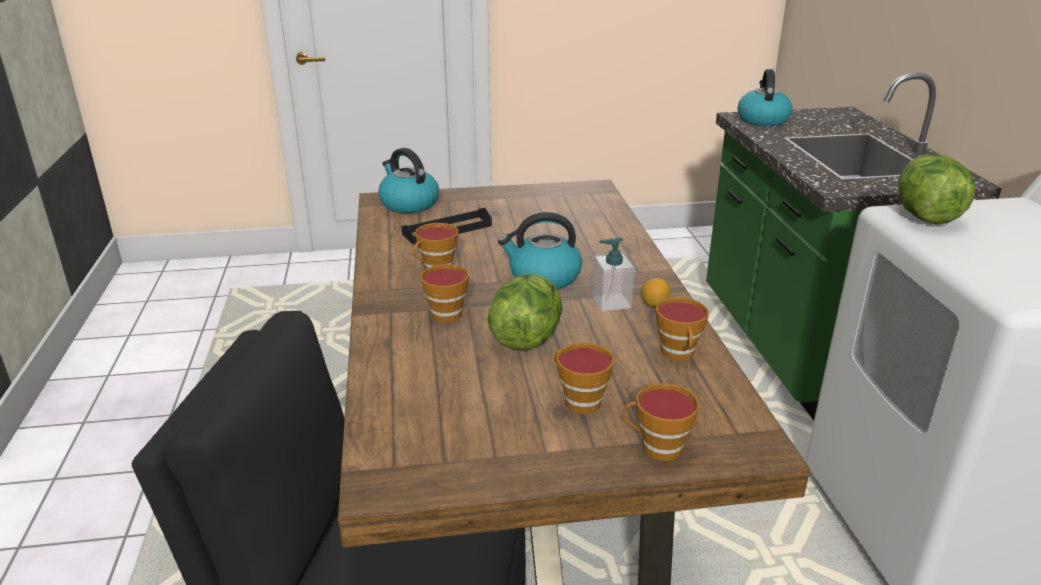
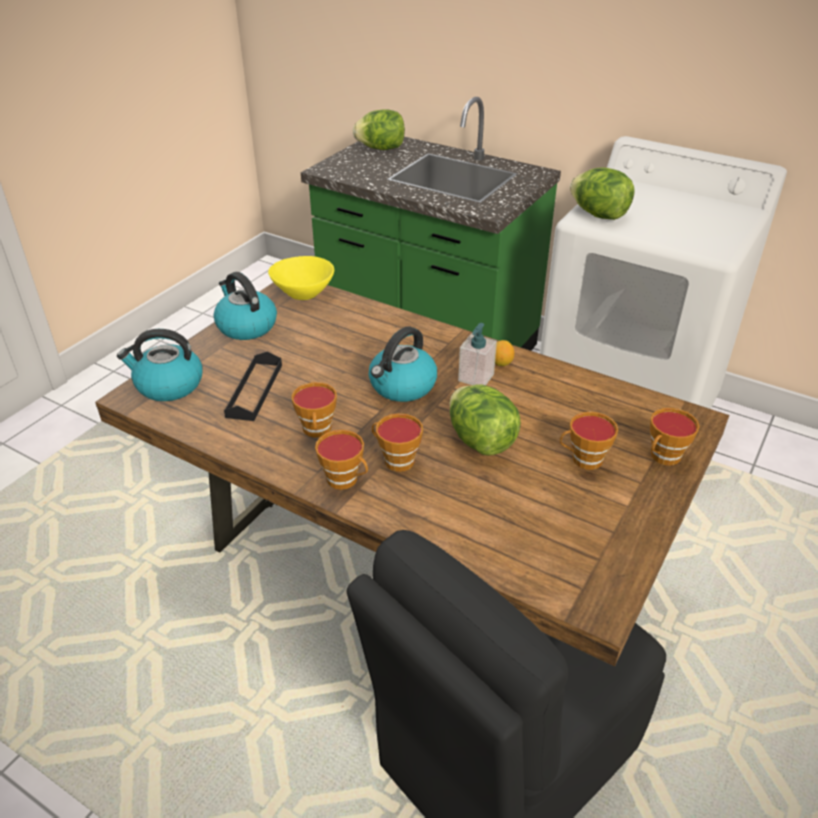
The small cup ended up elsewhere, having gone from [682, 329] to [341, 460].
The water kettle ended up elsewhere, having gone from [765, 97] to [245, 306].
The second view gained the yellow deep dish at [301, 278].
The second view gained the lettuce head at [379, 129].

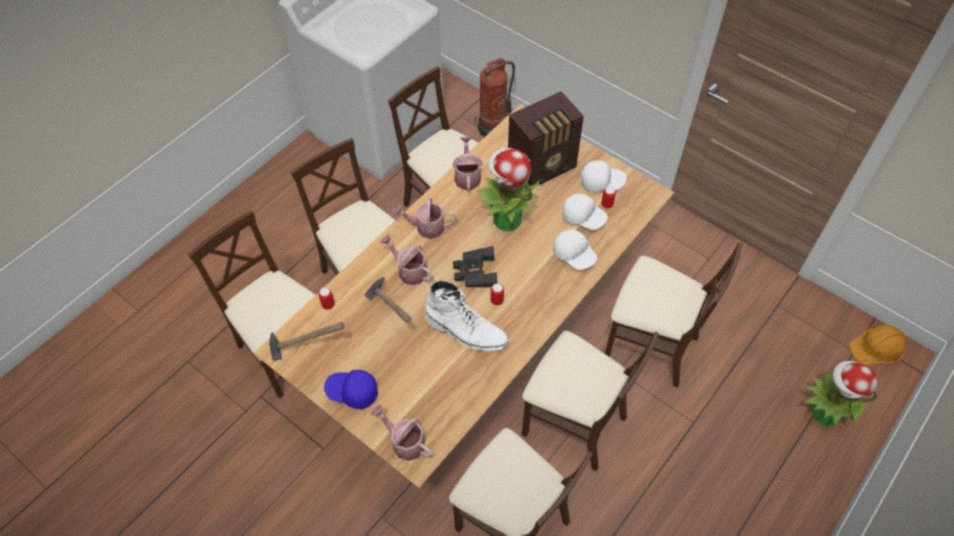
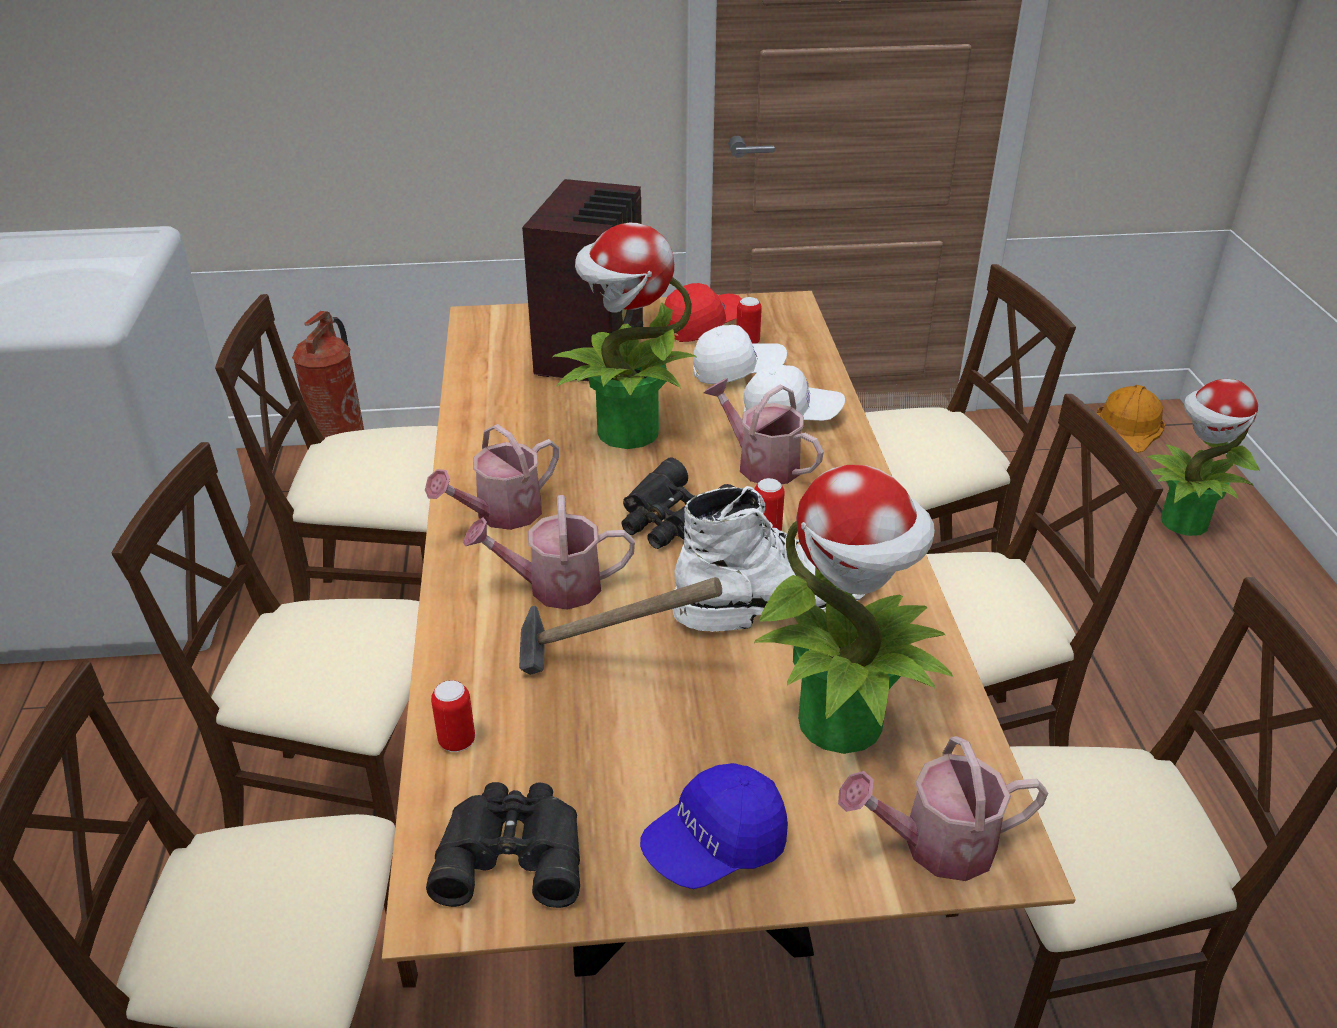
Where the hammer stood at [307, 341], the black-coloured field glasses came to stand at [503, 845].
The watering can ended up elsewhere, having gone from [467, 164] to [764, 431].
What was the whitish cap at [603, 176] turned into the reddish cap at [703, 312].
The second view gained the plant in a pot at [853, 609].

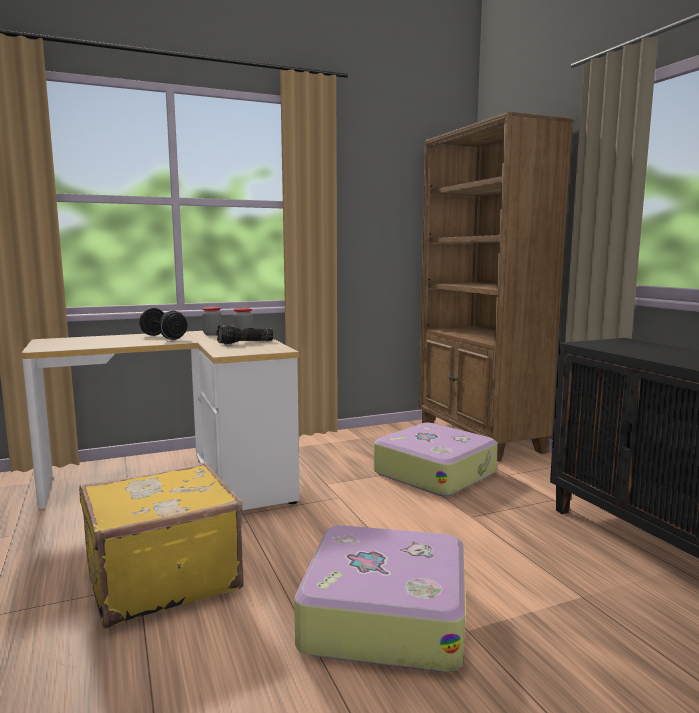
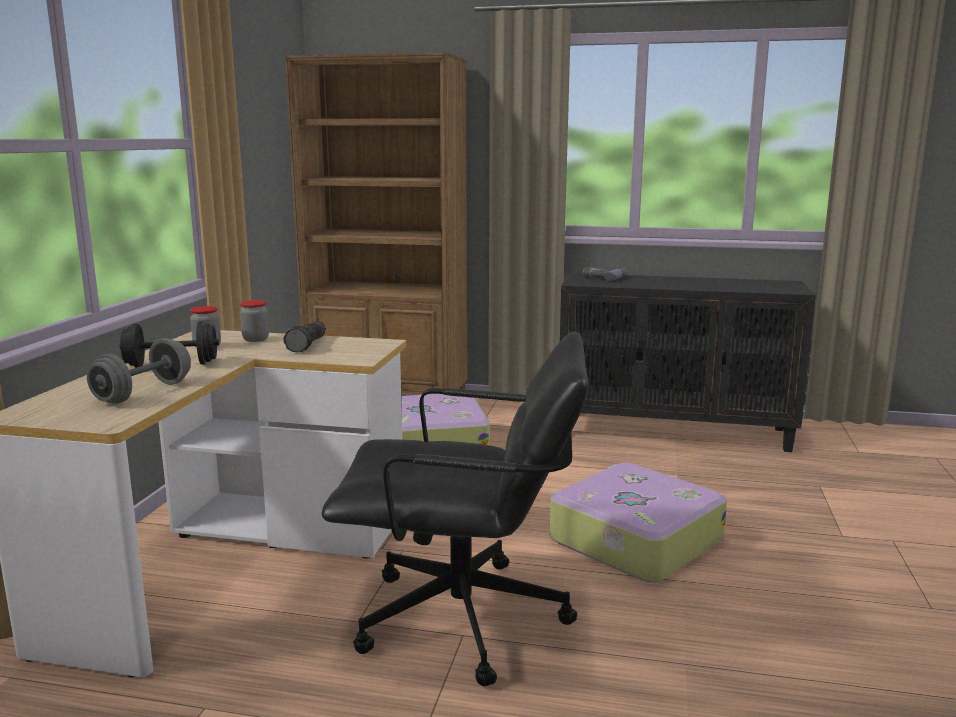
Where the yellow suitcase stood at [161, 545], the black-coloured desk chair came to stand at [455, 508].
The second view gained the gray dumbbell at [139, 371].
The second view gained the power drill at [605, 274].

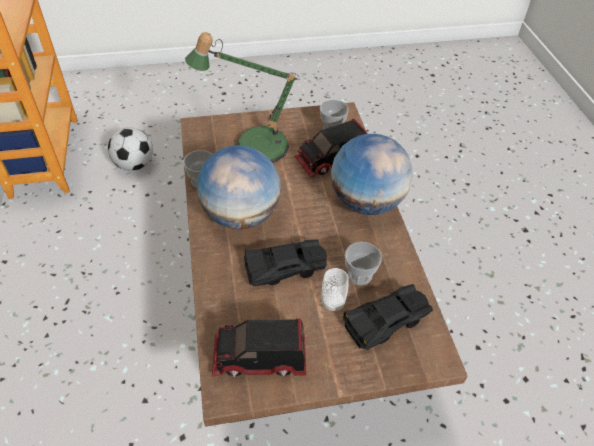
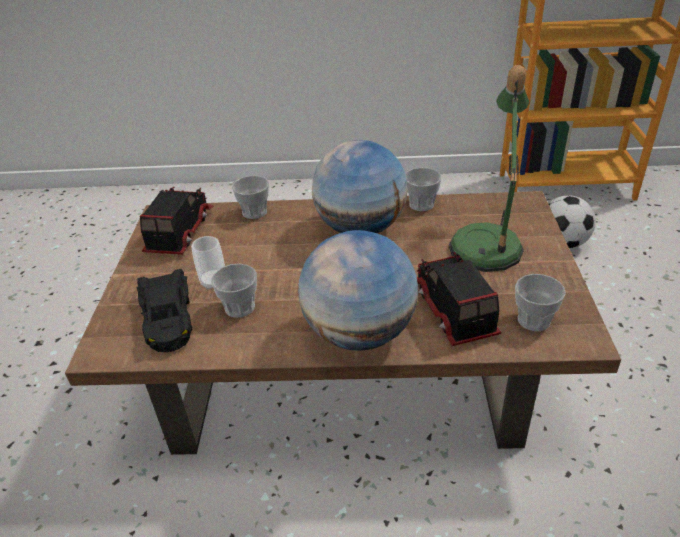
The second view lost the black-coloured model car at [285, 263].
The second view gained the small cup at [250, 197].

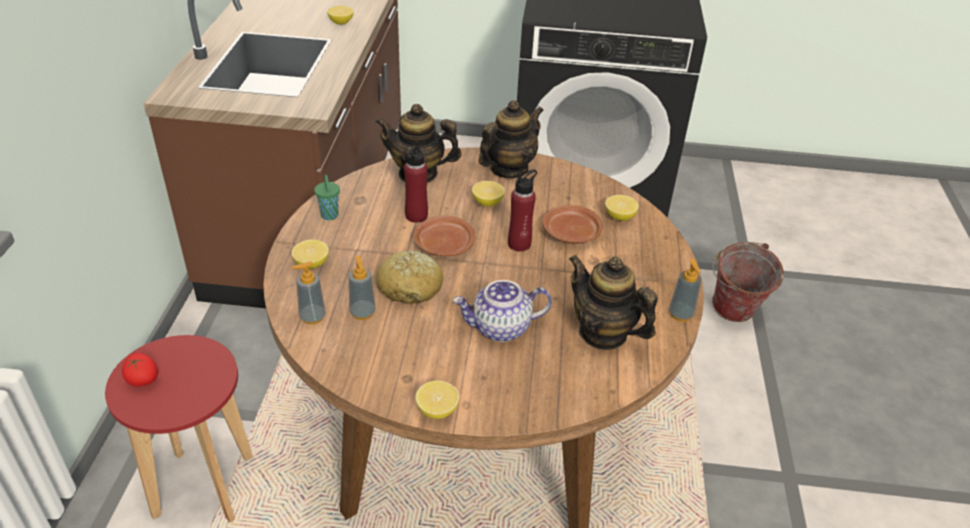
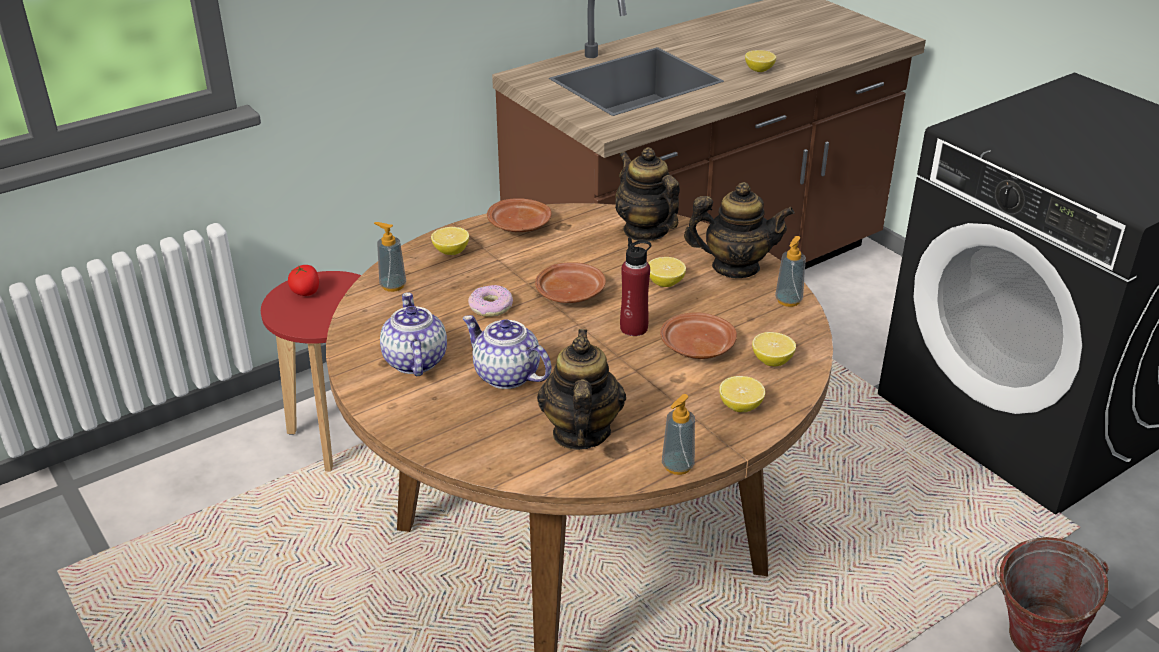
Where the greenish small cup stood at [327, 197], the brown-coloured dinner plate came to stand at [519, 215].
The soap dispenser ended up elsewhere, having gone from [362, 288] to [790, 271].
Where the bread stood at [410, 277], the doughnut came to stand at [490, 301].
The second view lost the reddish beverage bottle at [416, 182].
The lemon ended up elsewhere, having gone from [438, 399] to [742, 394].
The second view gained the teapot at [413, 334].

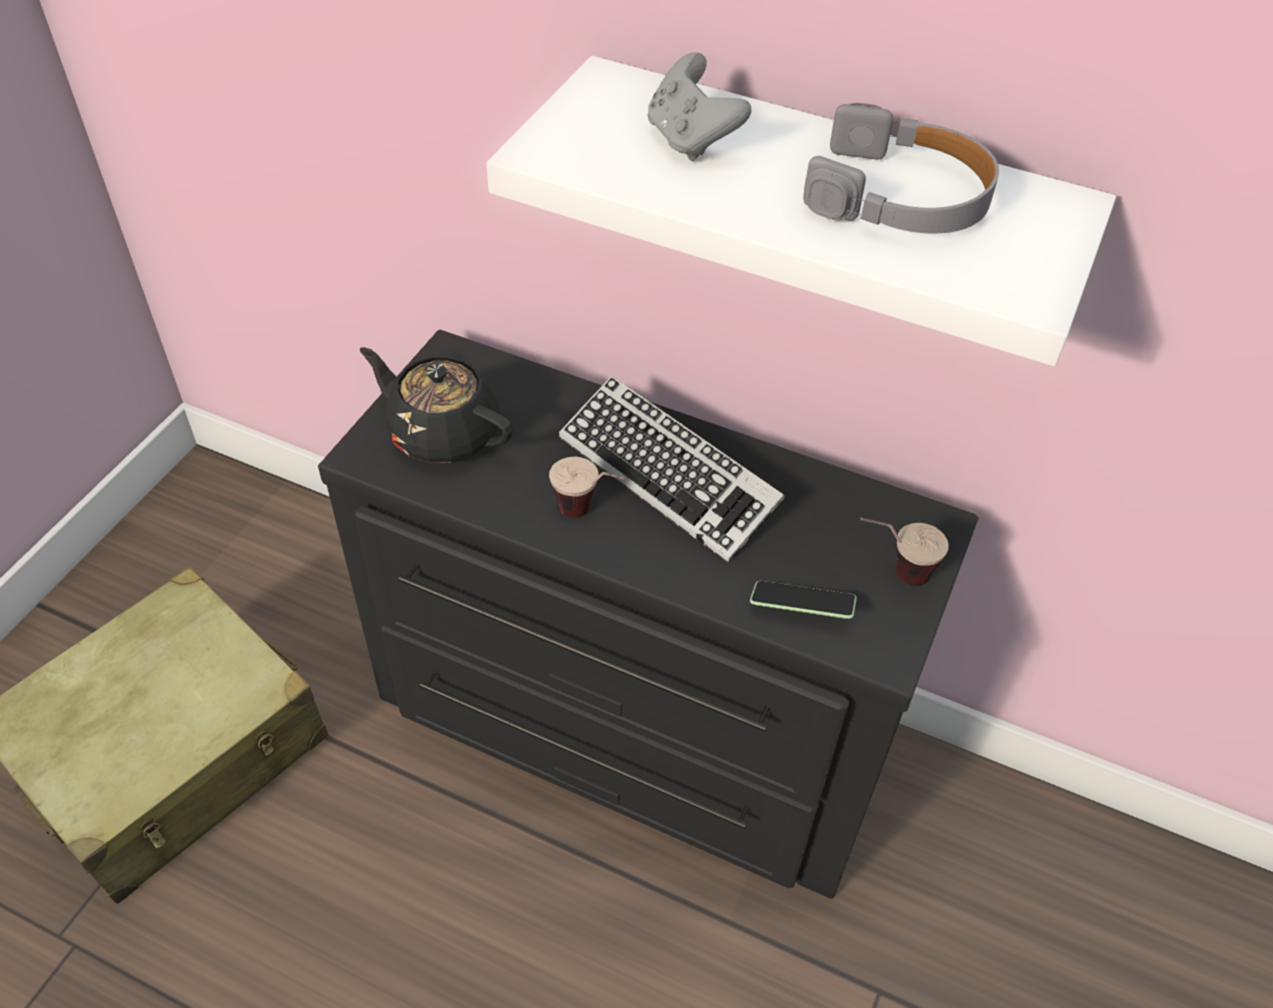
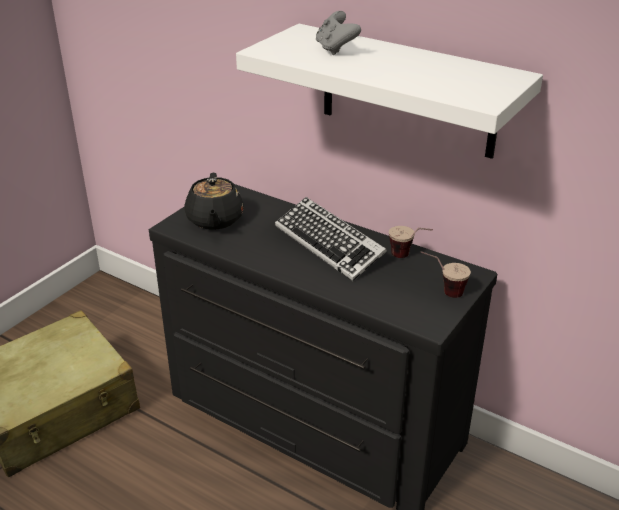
The black-coloured teapot at [437, 405] ended up facing another way, 135 degrees counterclockwise from before.
The small cup ended up elsewhere, having gone from [589, 487] to [411, 242].
The second view lost the telephone at [803, 600].
The second view lost the gray headset at [901, 168].

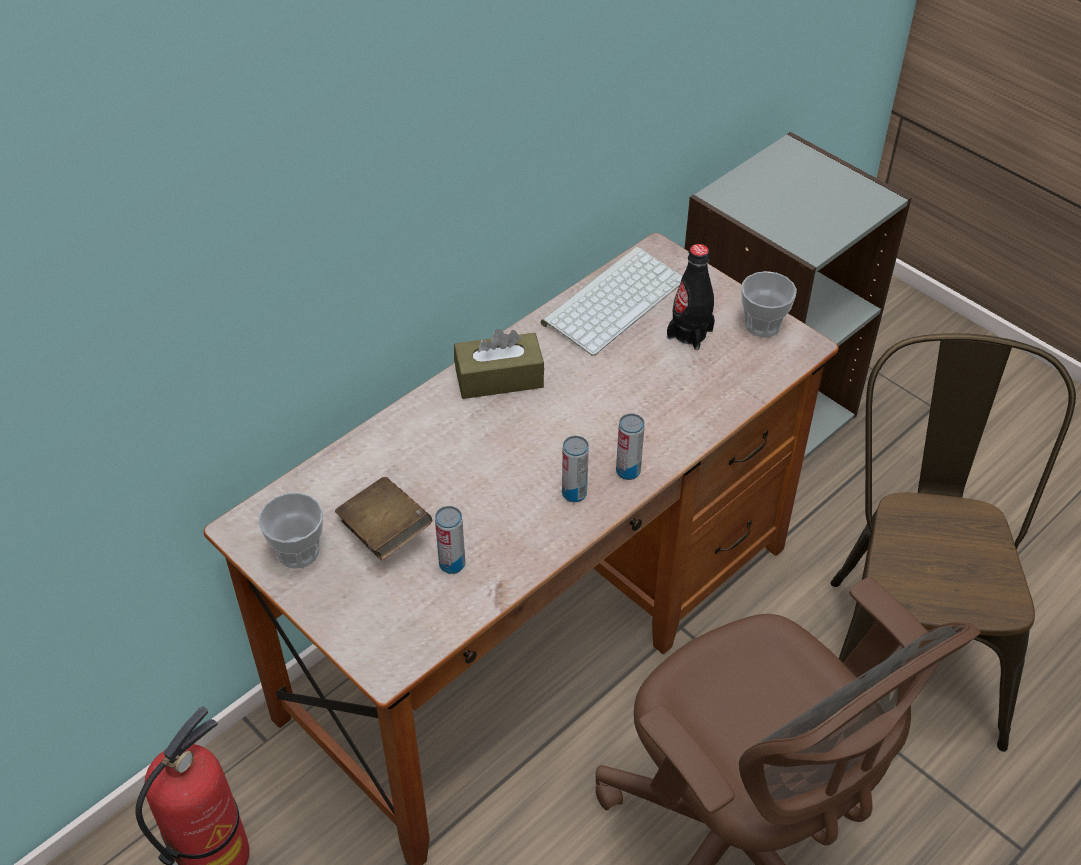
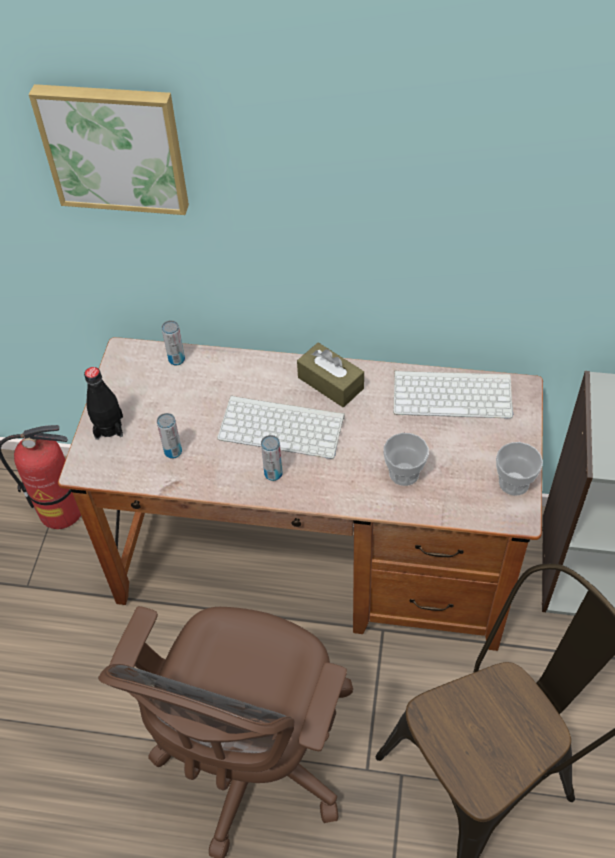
The small cup ended up elsewhere, having gone from [290, 531] to [406, 459].
The second view lost the brown-coloured bound book at [383, 518].
The metal can ended up elsewhere, having gone from [630, 446] to [173, 343].
The black-coloured beverage bottle ended up elsewhere, having gone from [691, 297] to [103, 403].
The second view gained the wall art at [109, 149].
The second view gained the PC keyboard at [281, 427].

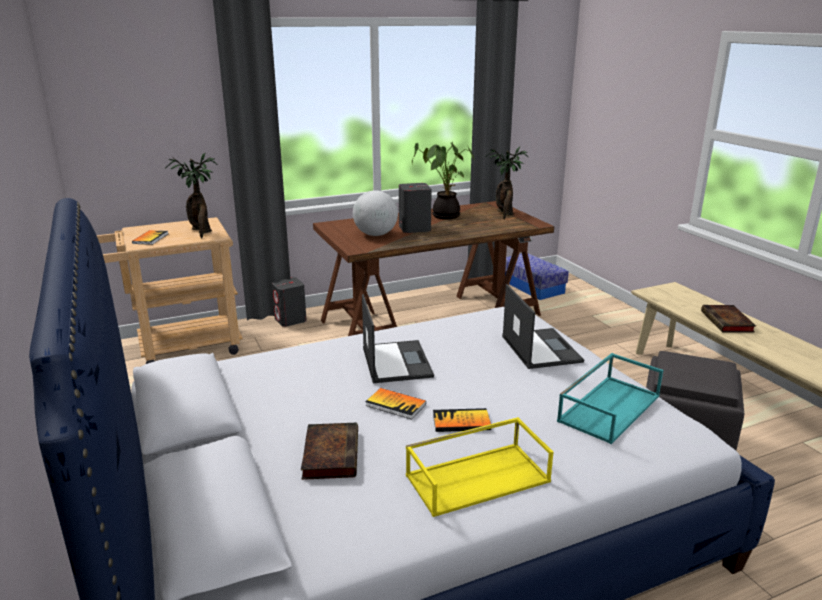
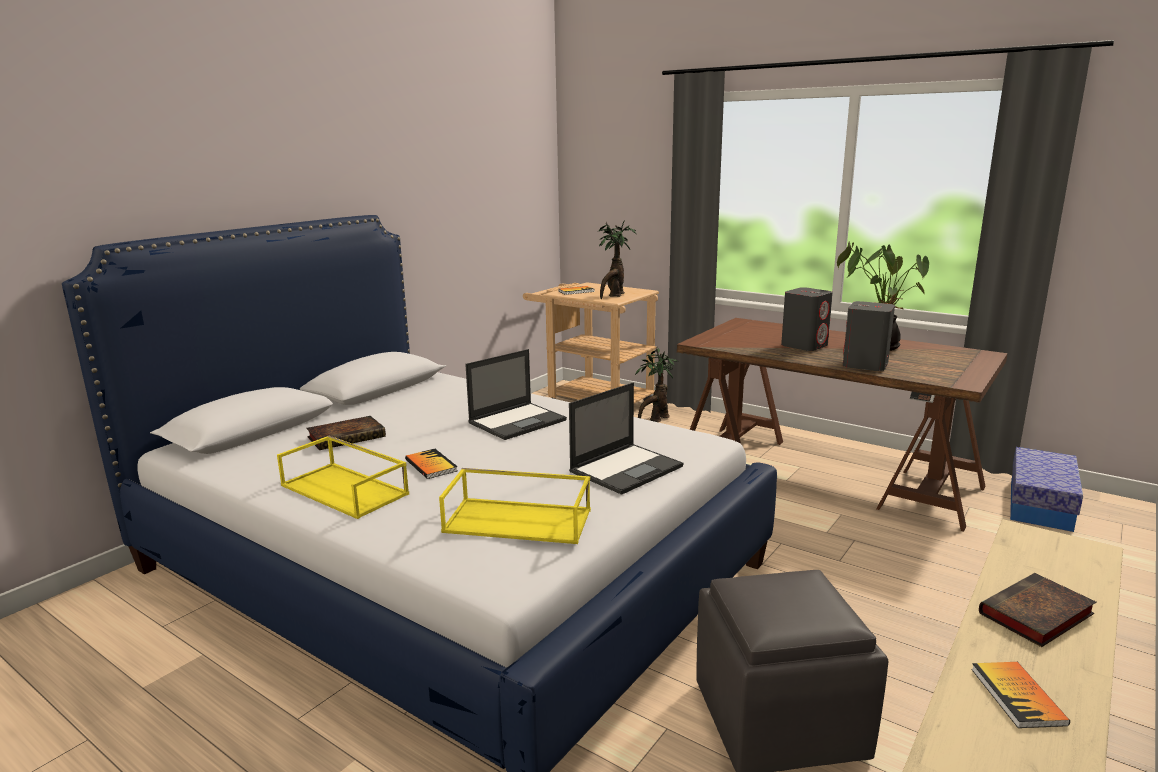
The gray audio speaker ended up elsewhere, having gone from [289, 302] to [869, 336].
The second view lost the desk globe at [375, 213].
The bound book ended up elsewhere, having gone from [395, 403] to [1020, 695].
The plant in a pot ended up elsewhere, having gone from [508, 182] to [656, 384].
What was the blue-green serving tray at [610, 398] turned into the yellow serving tray at [515, 506].

